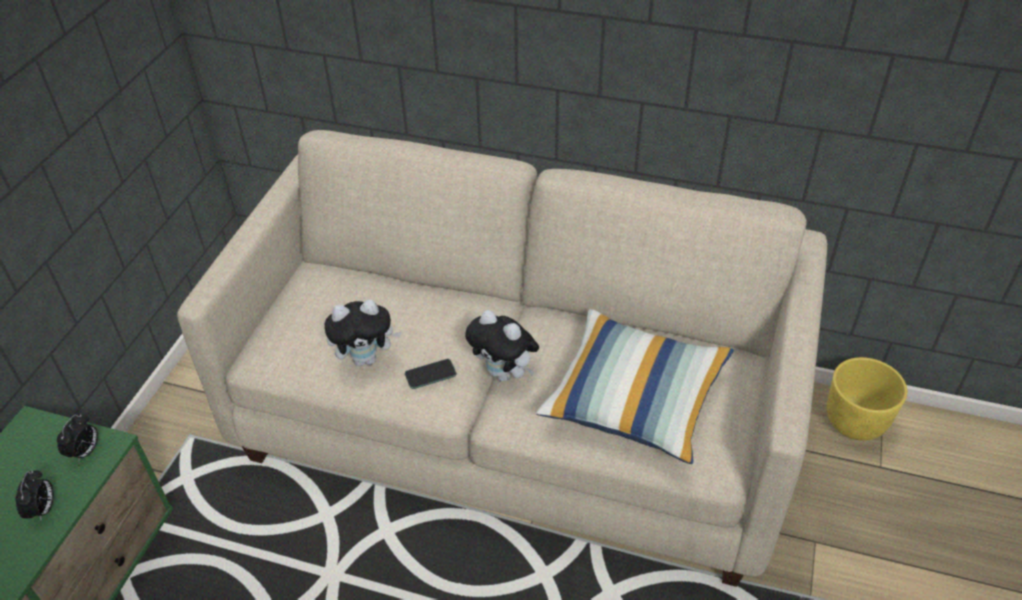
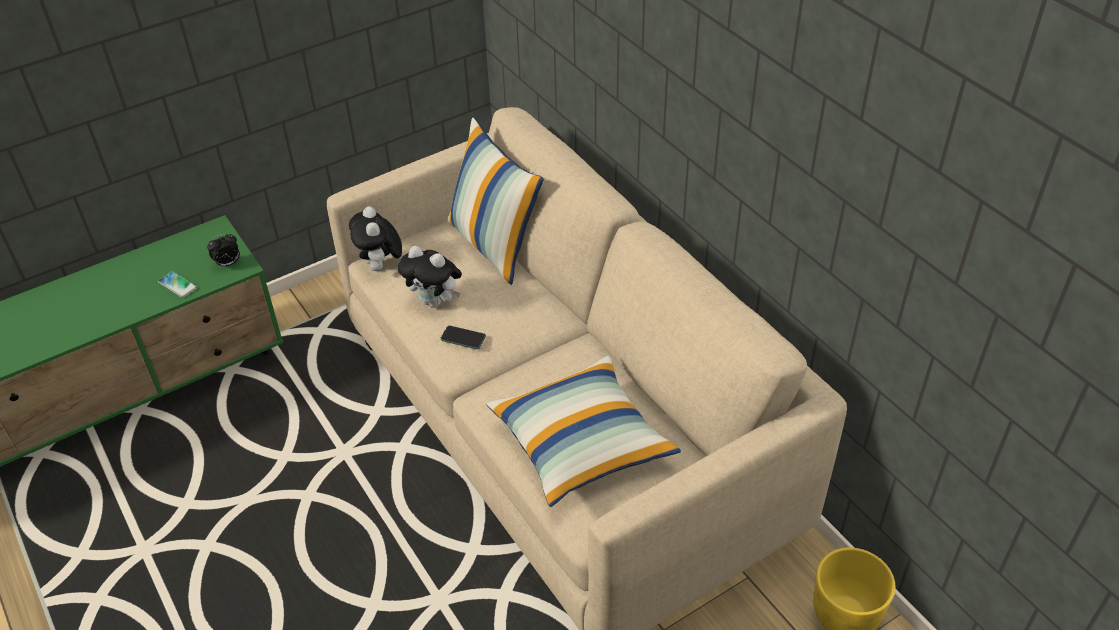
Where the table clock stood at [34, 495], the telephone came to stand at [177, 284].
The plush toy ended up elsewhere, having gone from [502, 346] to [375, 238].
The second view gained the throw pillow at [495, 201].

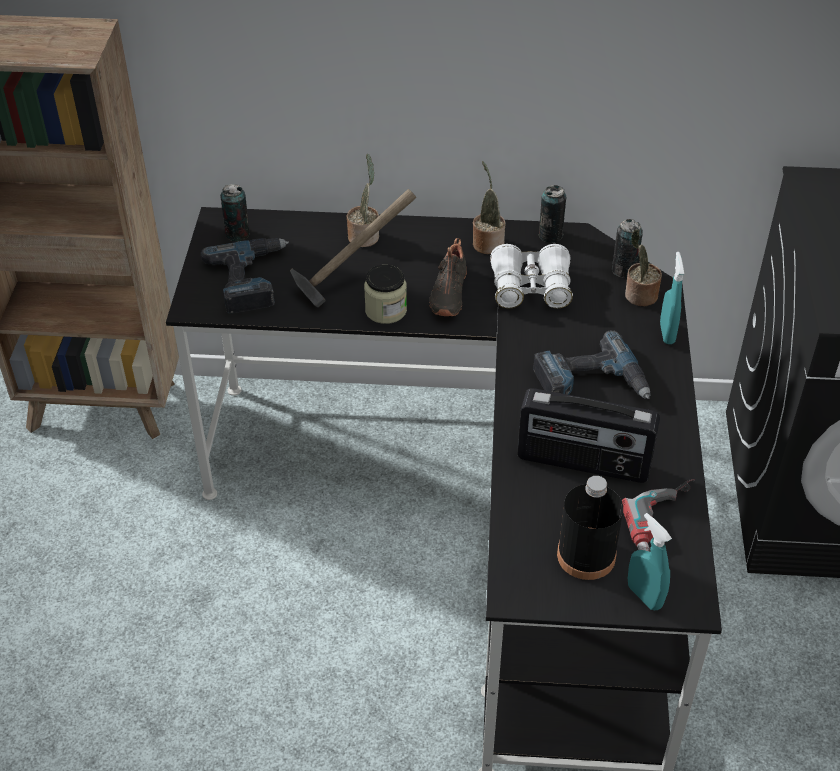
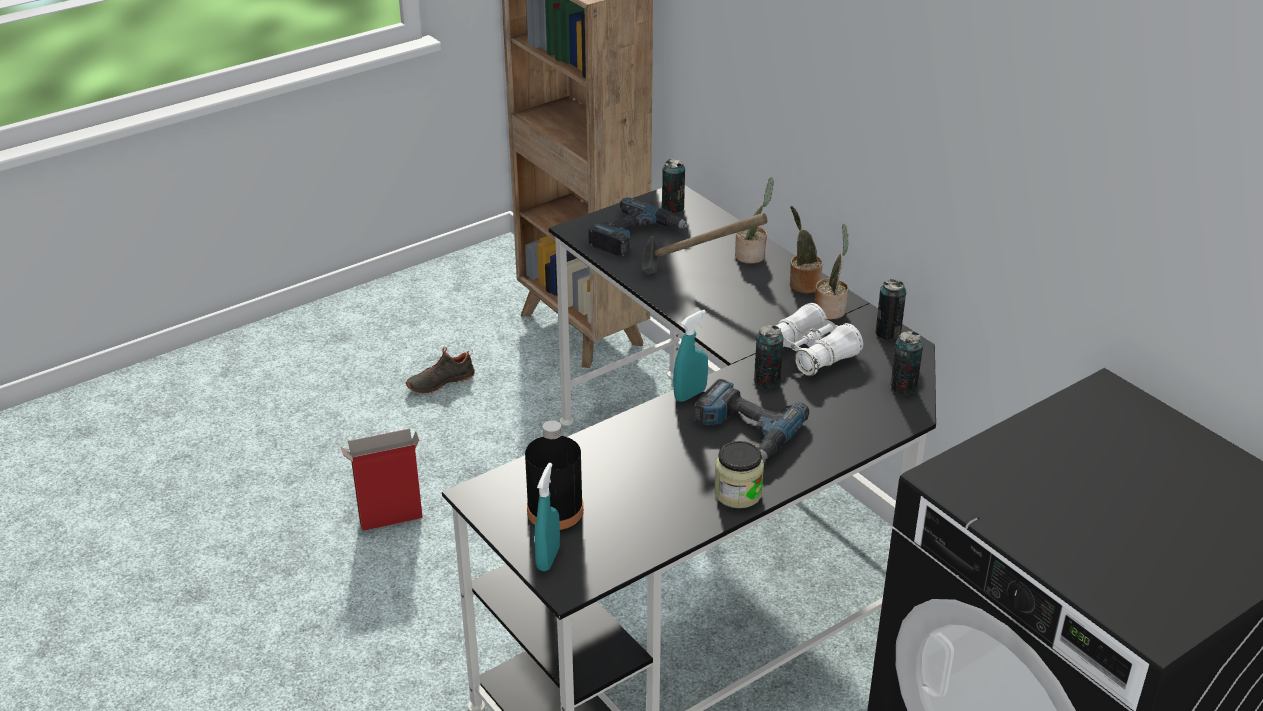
The preserve jar ended up elsewhere, having gone from [385, 294] to [739, 474].
The black-coloured item of footwear ended up elsewhere, having gone from [448, 277] to [440, 370].
The second view lost the radio set at [588, 435].
The second view lost the power drill at [658, 515].
The plant in a pot ended up elsewhere, having gone from [643, 268] to [806, 250].
The blue-green spray bottle ended up elsewhere, having gone from [672, 298] to [690, 356].
The second view gained the cardboard box at [382, 480].
The second view gained the metal can at [769, 356].

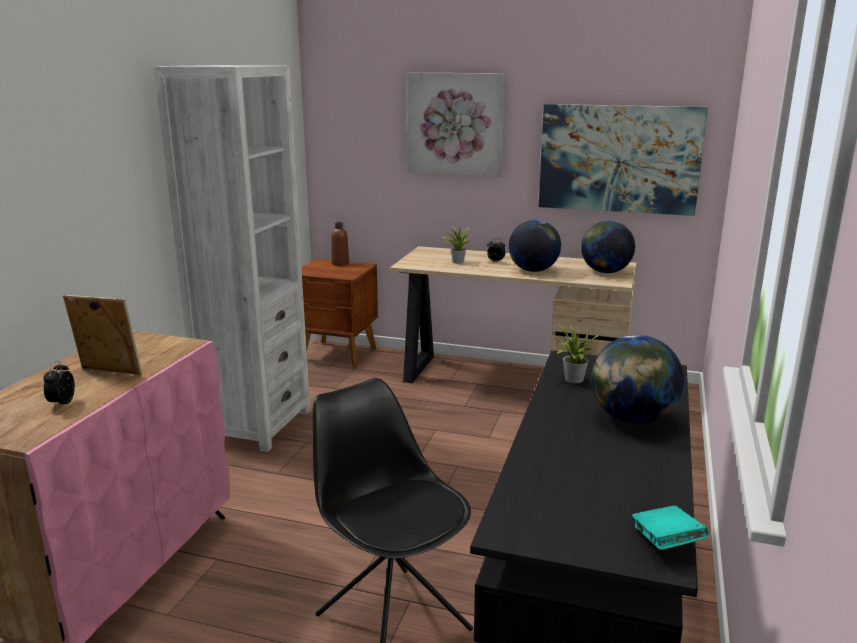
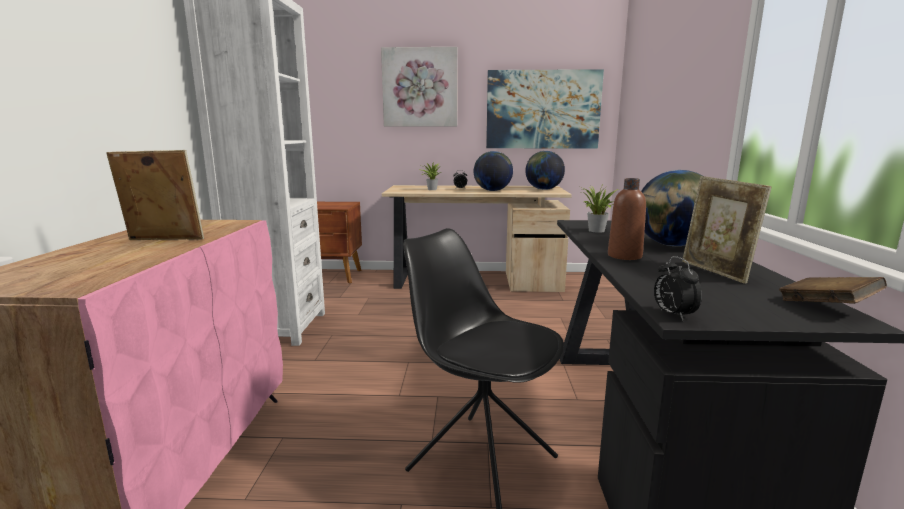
The table clock ended up elsewhere, having gone from [59, 384] to [678, 288].
The brown-coloured beverage bottle ended up elsewhere, having gone from [340, 244] to [627, 219].
What was the blue-green bound book at [670, 528] turned into the brown-coloured bound book at [833, 290].
The second view gained the picture frame at [727, 230].

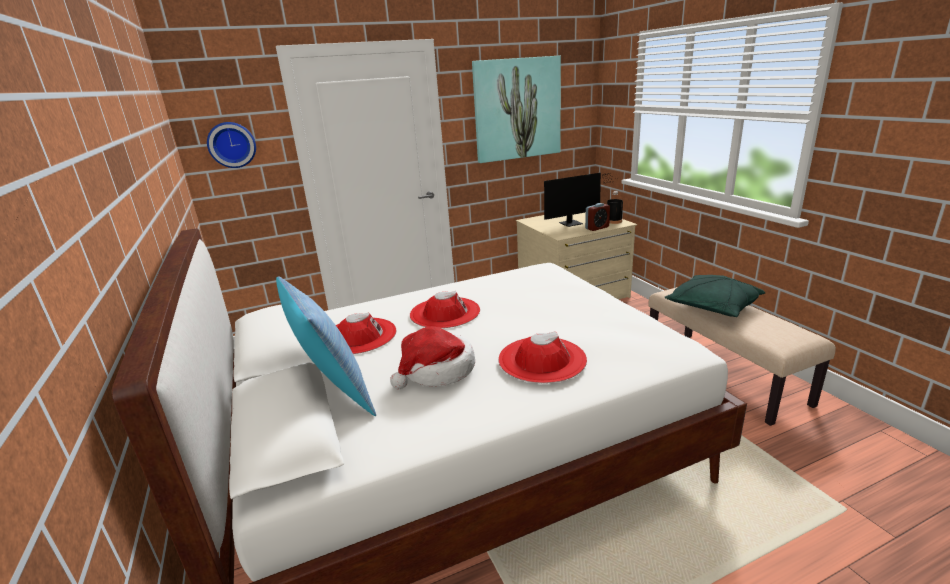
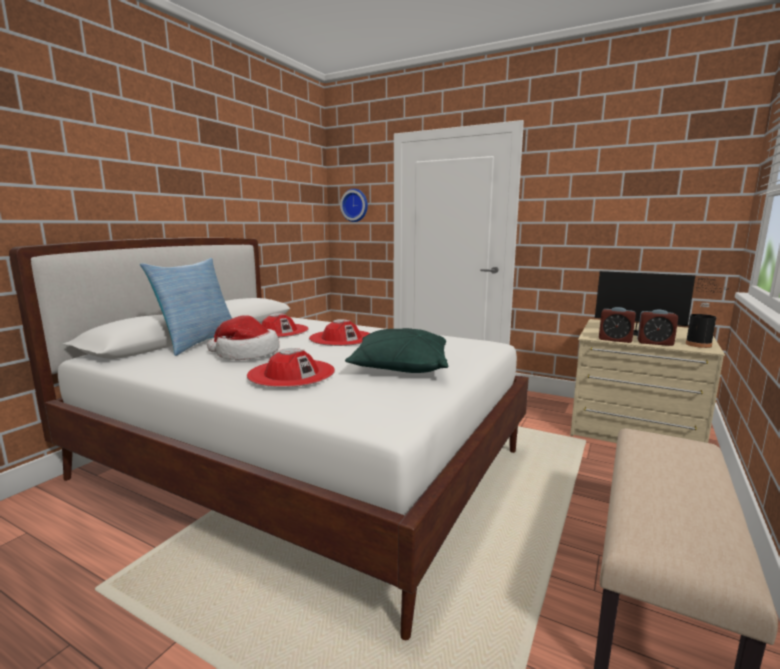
The second view lost the wall art at [516, 109].
The greenish throw pillow ended up elsewhere, having gone from [715, 296] to [396, 350].
The second view gained the table clock at [617, 325].

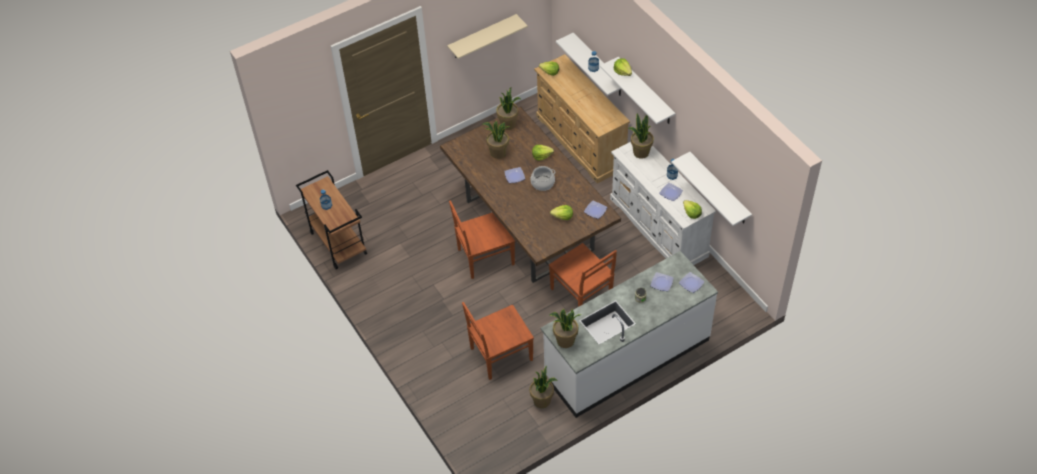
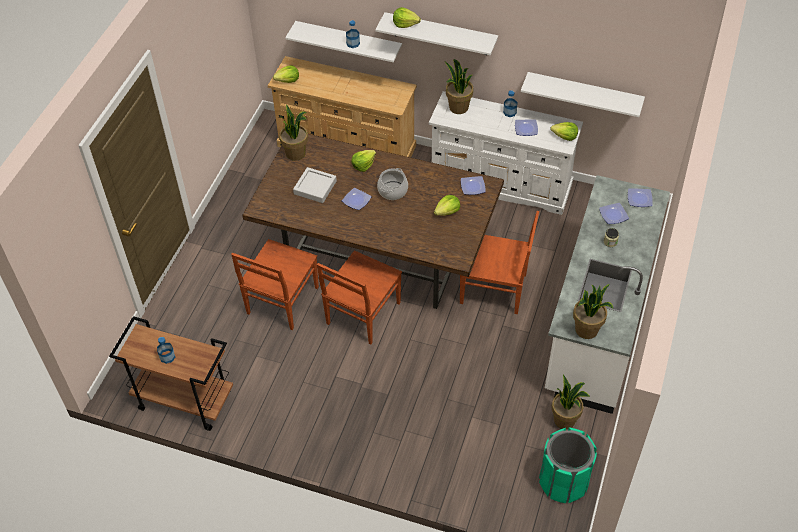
The second view lost the sand-coloured shelf at [487, 36].
The brown-coloured chair ended up elsewhere, having gone from [498, 341] to [275, 284].
Where the plant in a pot stood at [496, 140], the gray serving tray came to stand at [315, 185].
The second view gained the greenish rubbish bin at [568, 465].

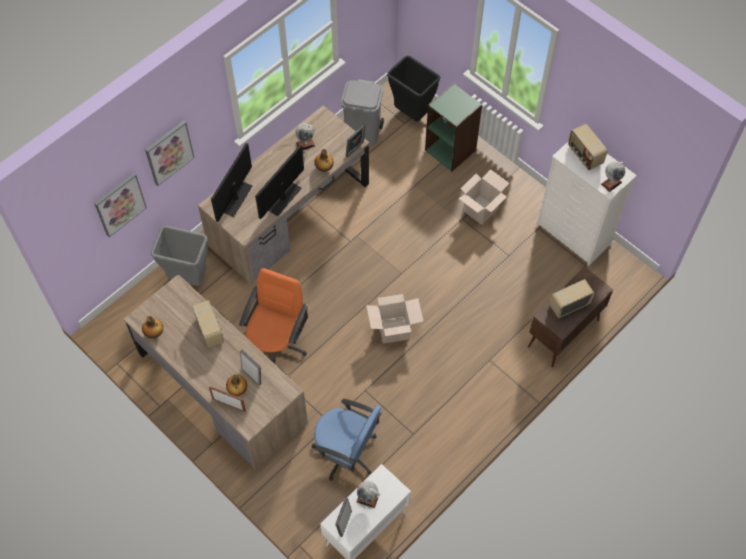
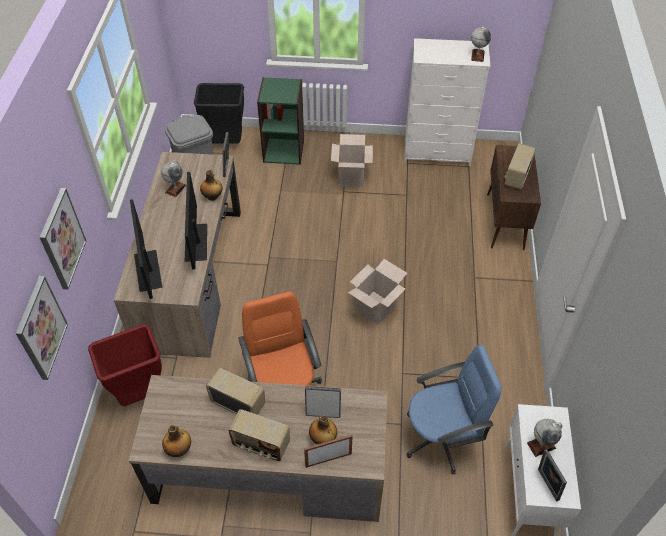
What was the gray rubbish bin at [179, 256] turned into the reddish rubbish bin at [125, 365].
The radio set ended up elsewhere, having gone from [588, 147] to [259, 435].

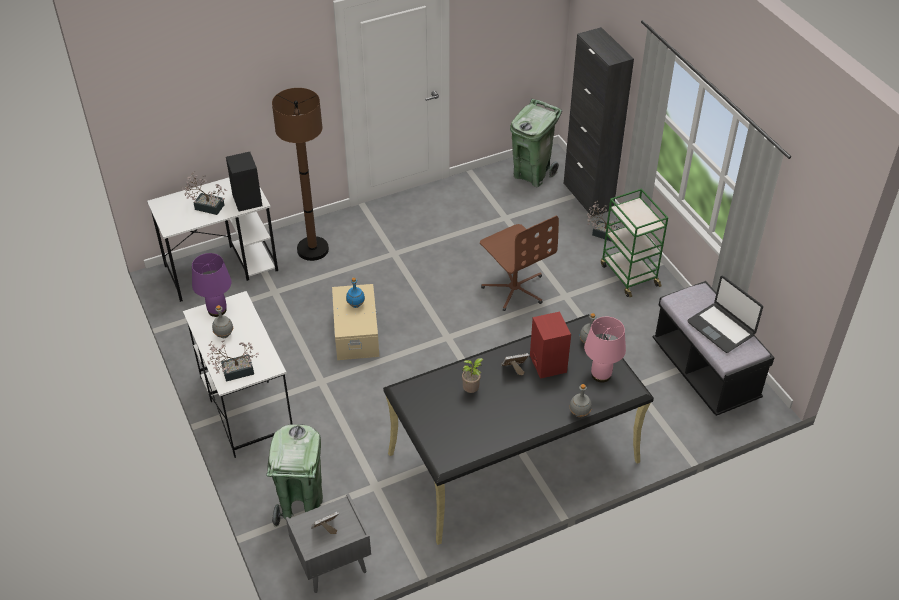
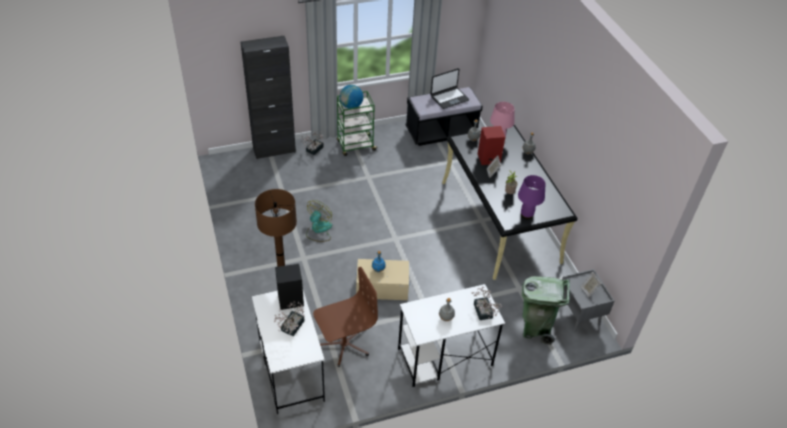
The purple-coloured lamp for a table ended up elsewhere, having gone from [212, 285] to [531, 197].
The brown-coloured desk chair ended up elsewhere, having gone from [519, 263] to [345, 317].
The second view lost the greenish rubbish bin at [536, 143].
The second view gained the electric fan at [319, 221].
The second view gained the desk globe at [351, 97].

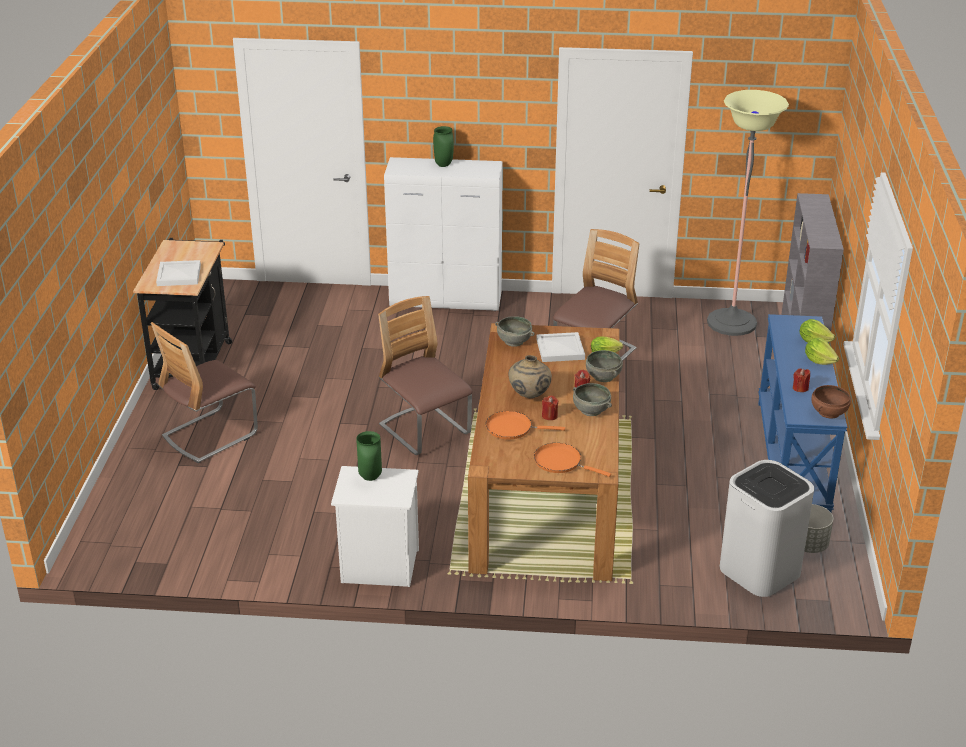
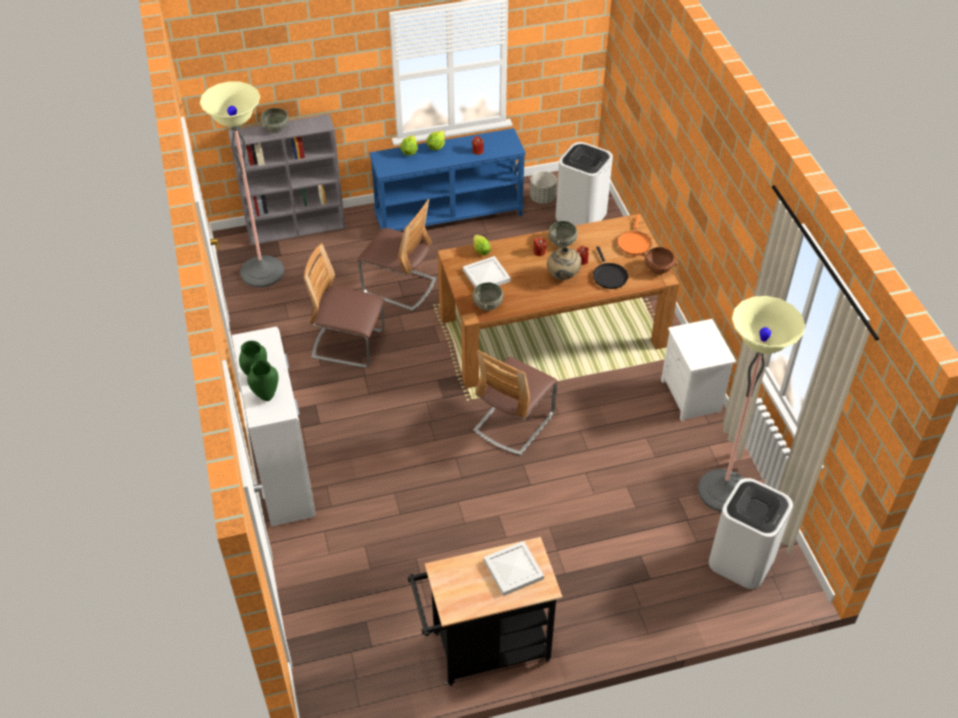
The chair ended up elsewhere, having gone from [204, 392] to [396, 255].
The greenish vase ended up elsewhere, having gone from [369, 456] to [263, 380].
What was the orange-coloured skillet at [525, 425] turned into the black-coloured skillet at [610, 267].
The gray deep dish ended up elsewhere, having gone from [604, 366] to [274, 120].
The brown-coloured deep dish ended up elsewhere, having gone from [831, 401] to [660, 260].
The second view gained the standing lamp at [751, 404].
The second view gained the whitish rubbish bin at [751, 533].

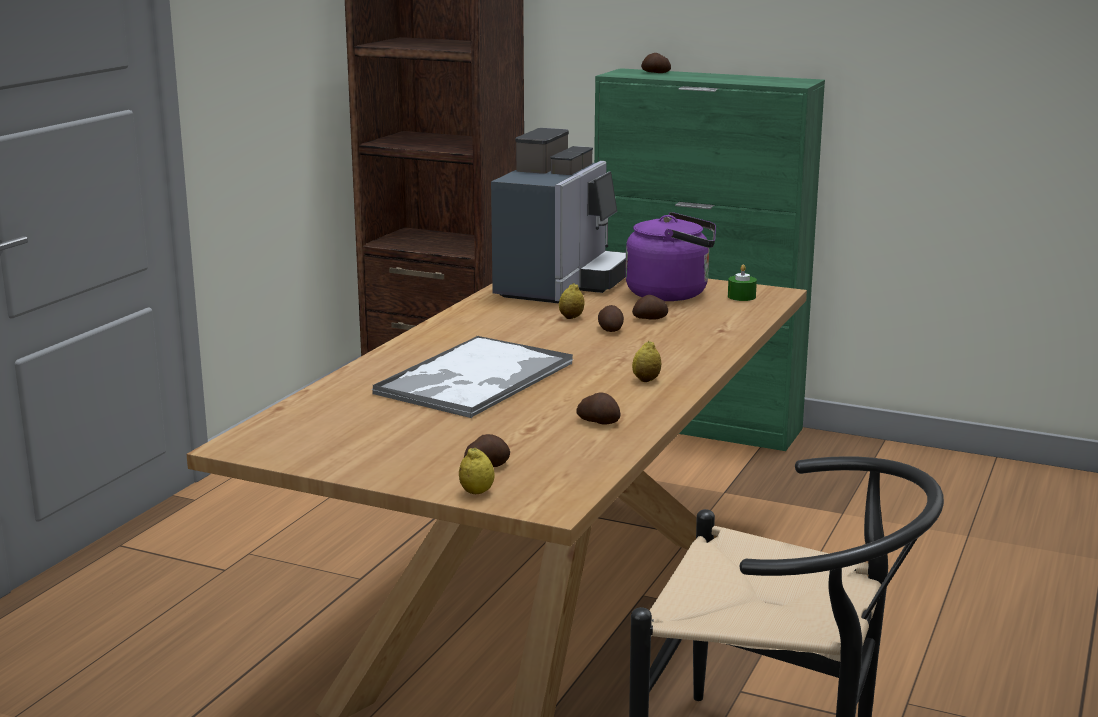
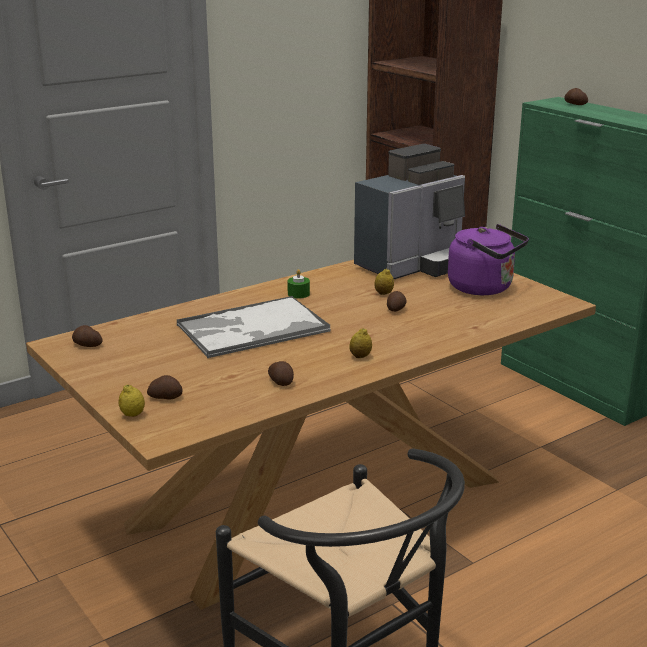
The potato ended up elsewhere, having gone from [650, 307] to [87, 336].
The greenish candle ended up elsewhere, having gone from [742, 282] to [298, 284].

